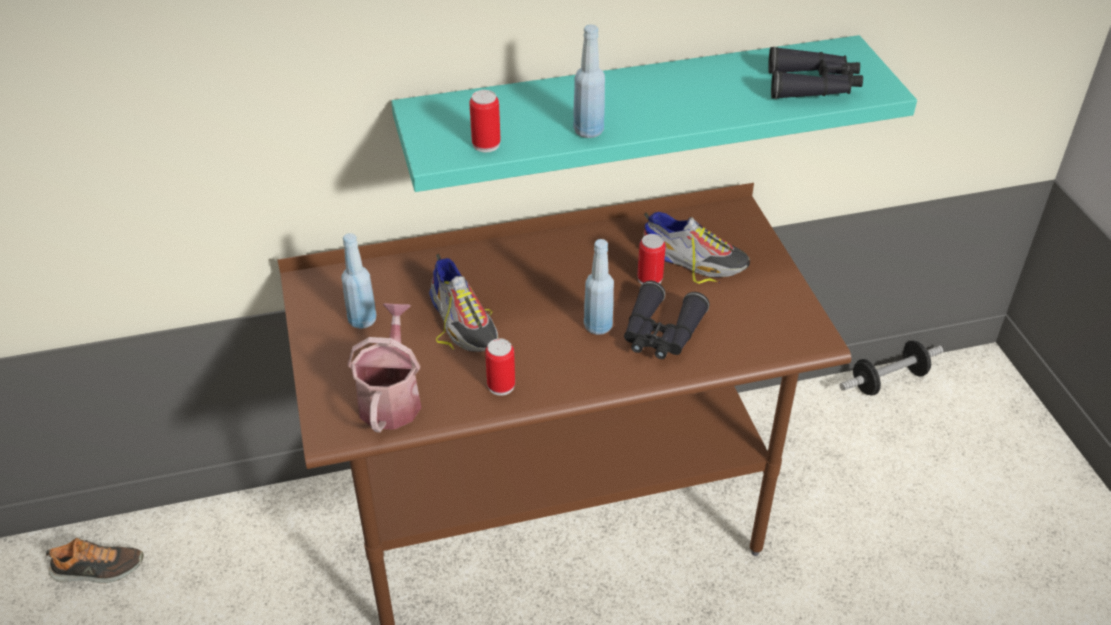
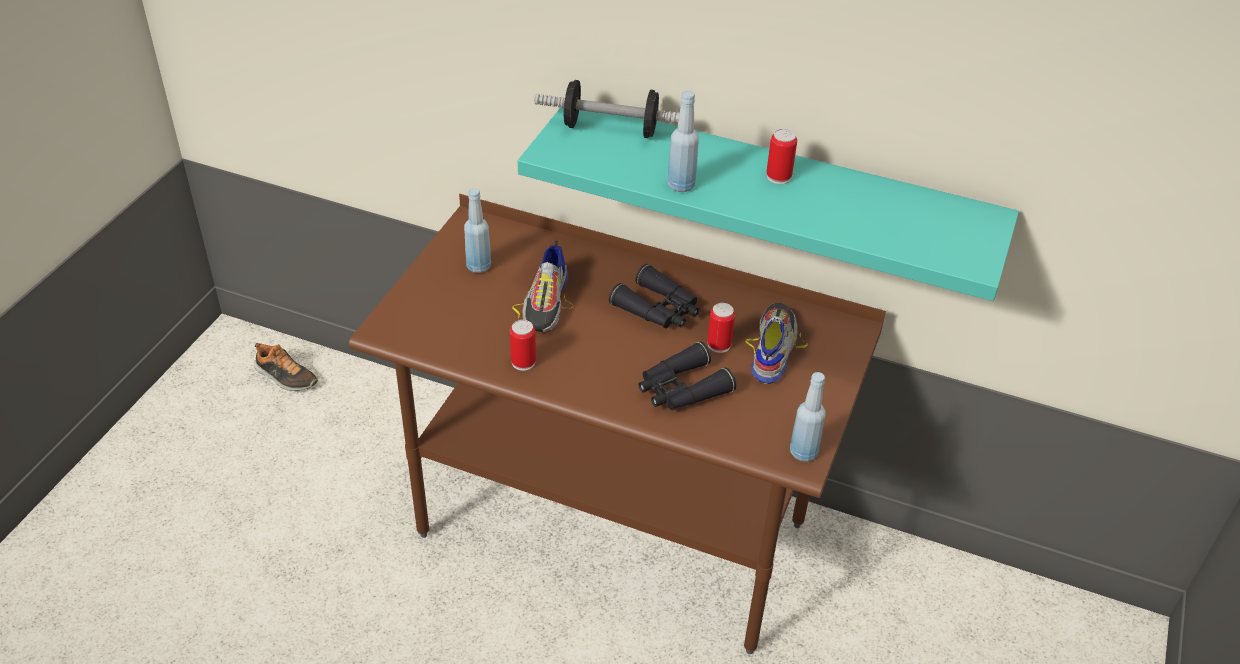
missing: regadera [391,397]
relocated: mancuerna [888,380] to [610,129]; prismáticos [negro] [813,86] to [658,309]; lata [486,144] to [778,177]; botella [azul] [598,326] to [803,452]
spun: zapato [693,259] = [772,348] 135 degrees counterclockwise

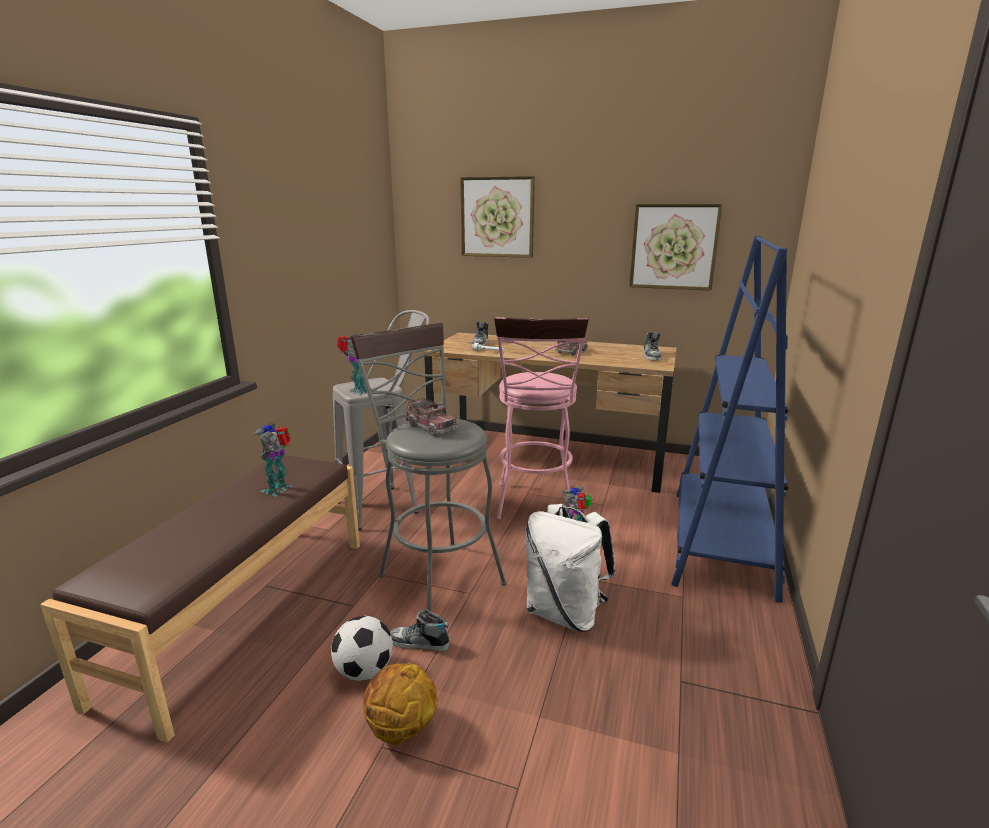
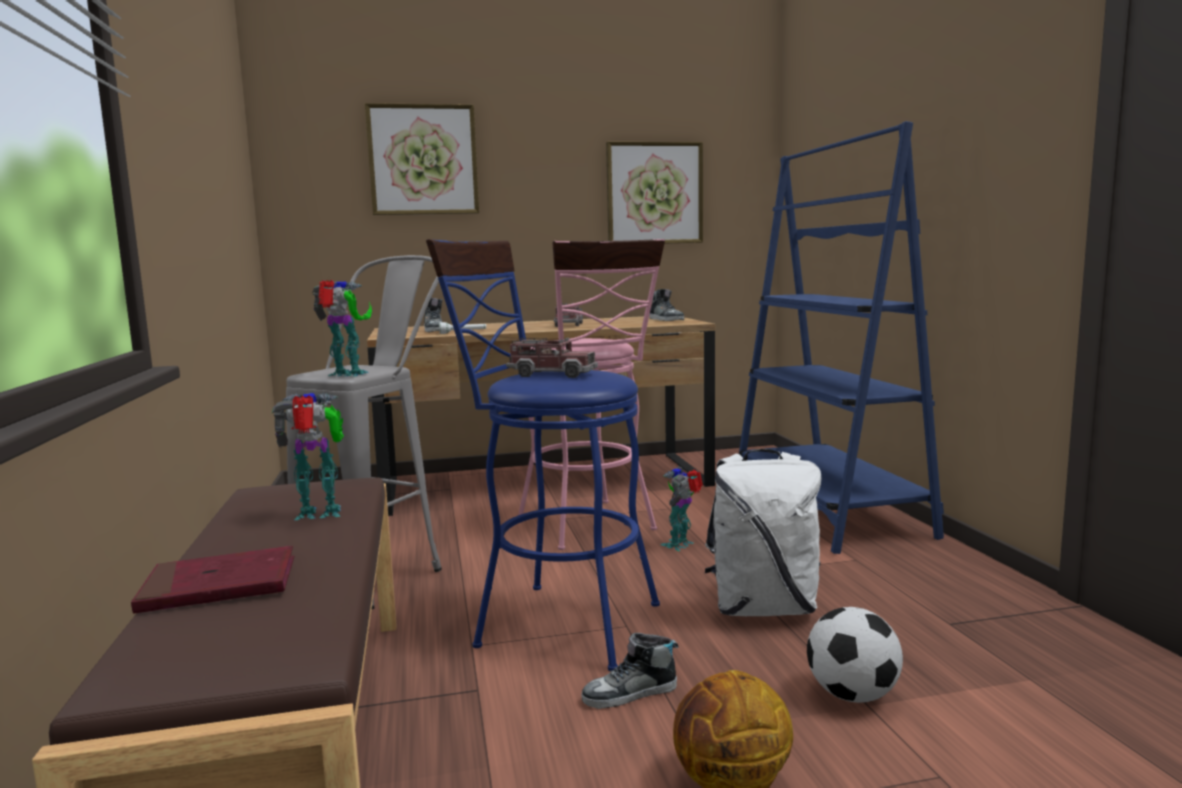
appeared: libro [rojo] [219,587]
relocated: balón de fútbol [364,671] to [853,695]
colour: taburete [gris] [435,574] to taburete [azul] [554,622]
spun: robot de juguete [279,489] = [321,514] 90 degrees clockwise

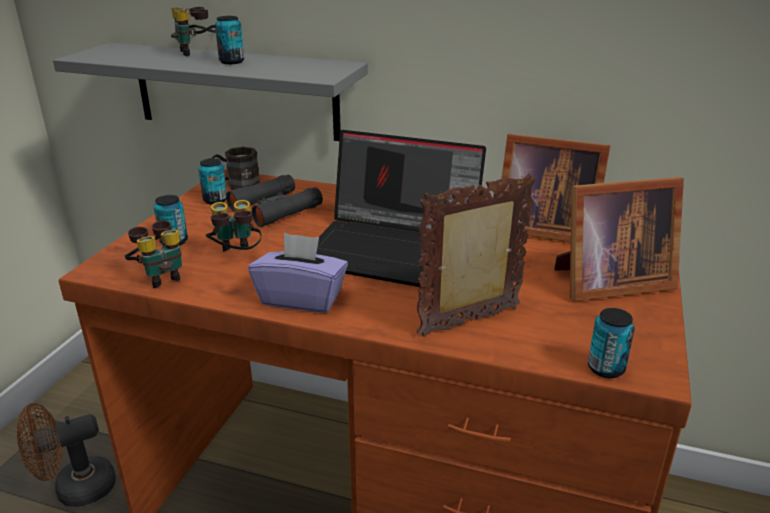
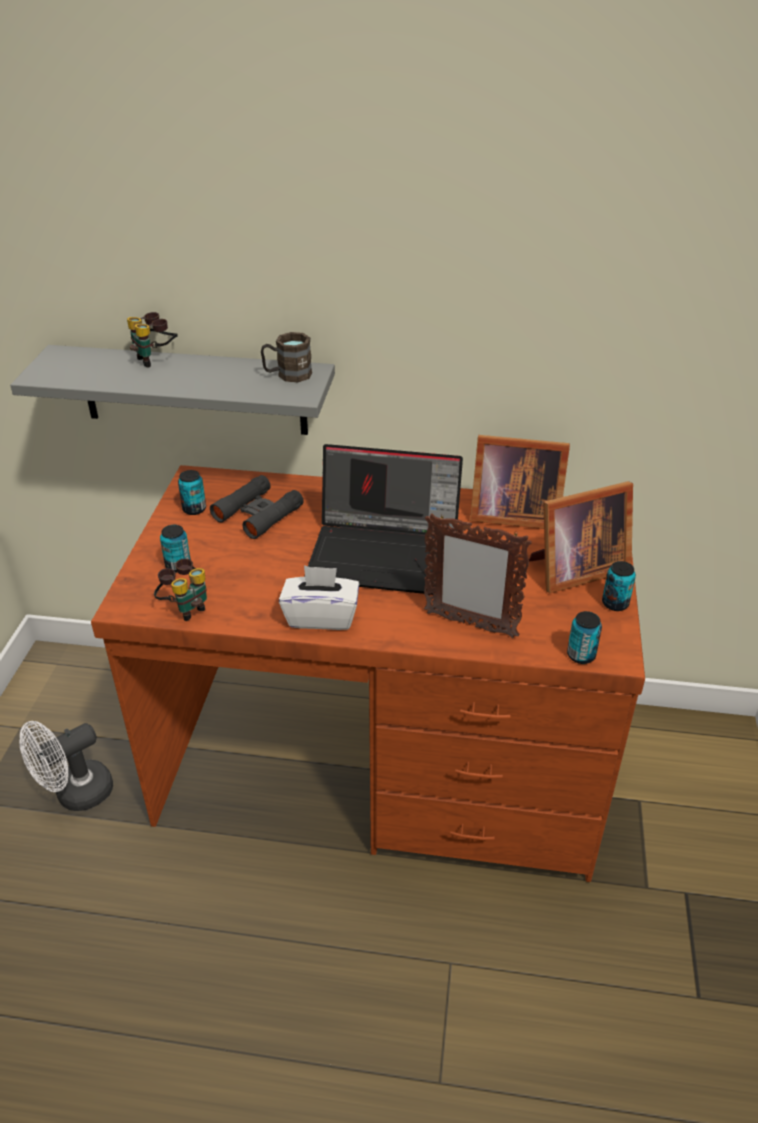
missing: prismáticos [236,256]
relocated: taza grande [marrón] [237,185] to [287,375]; lata [232,62] to [615,603]
colour: ventilador [marrón] [75,489] to ventilador [blanco] [75,794]; caja de pañuelos [morado] [301,298] to caja de pañuelos [blanco] [321,616]
spun: portarretratos [471,322] = [469,624] 120 degrees counterclockwise

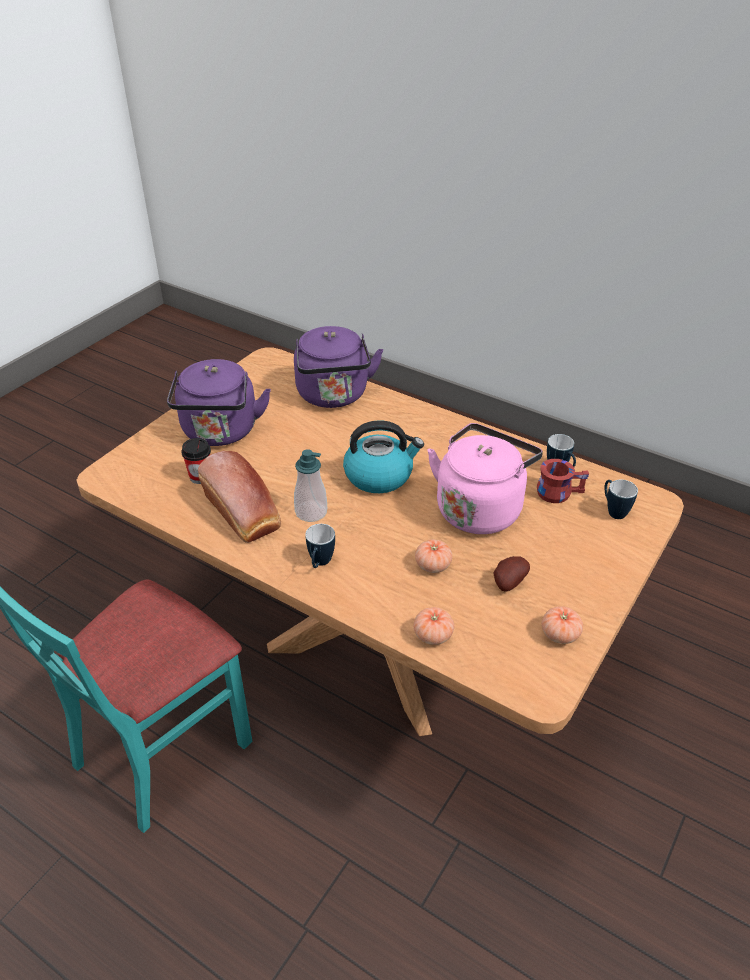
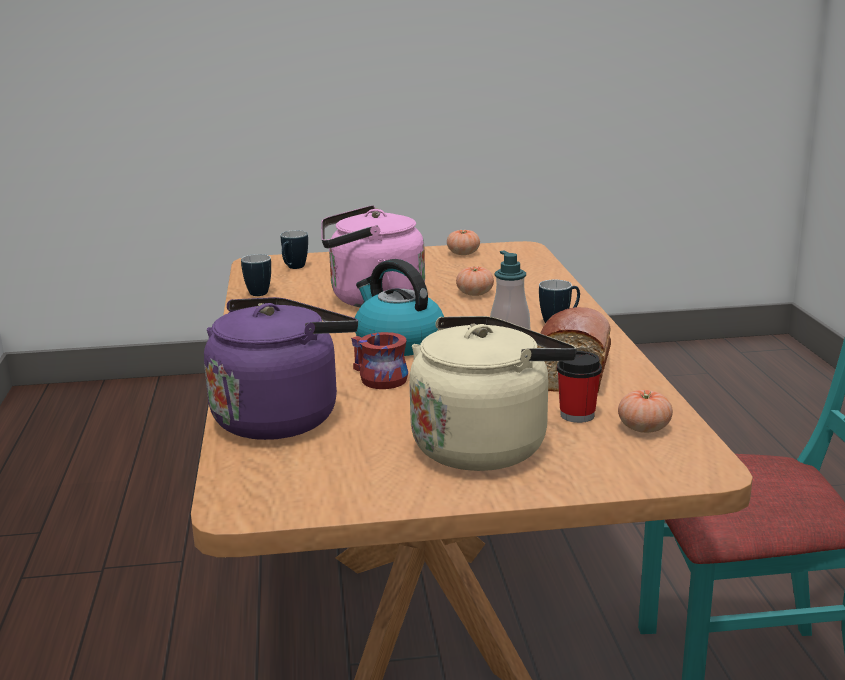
missing: patata [507,582]
relocated: taza grande [rojo] [558,491] to [376,379]; tomate [433,635] to [644,428]
colour: hervidor [morado] [220,433] to hervidor [beis] [484,445]

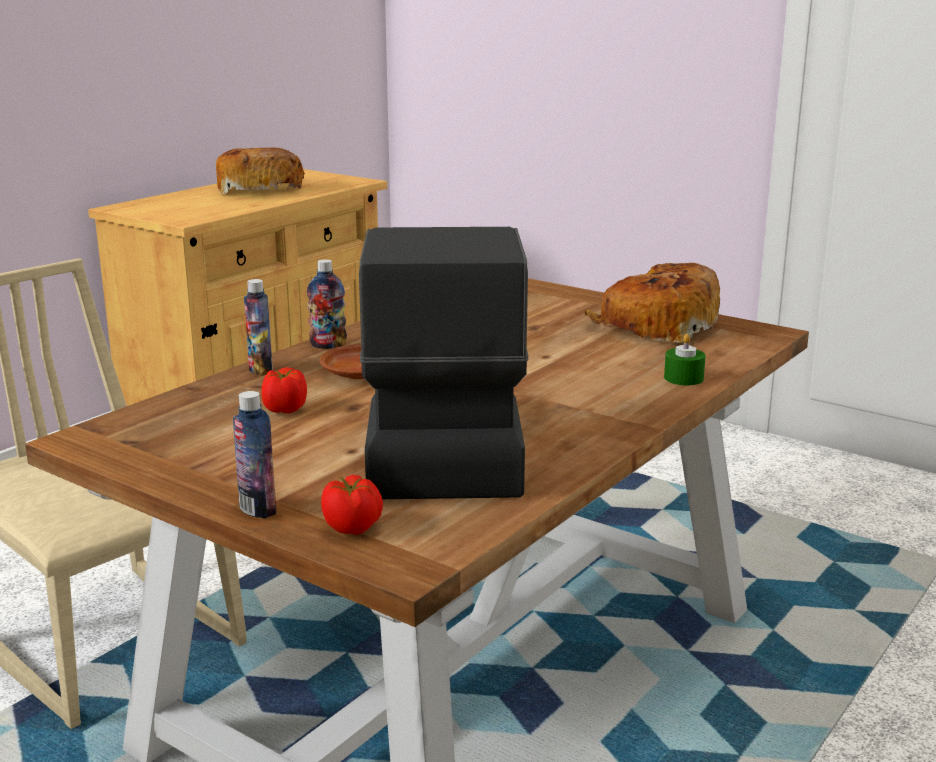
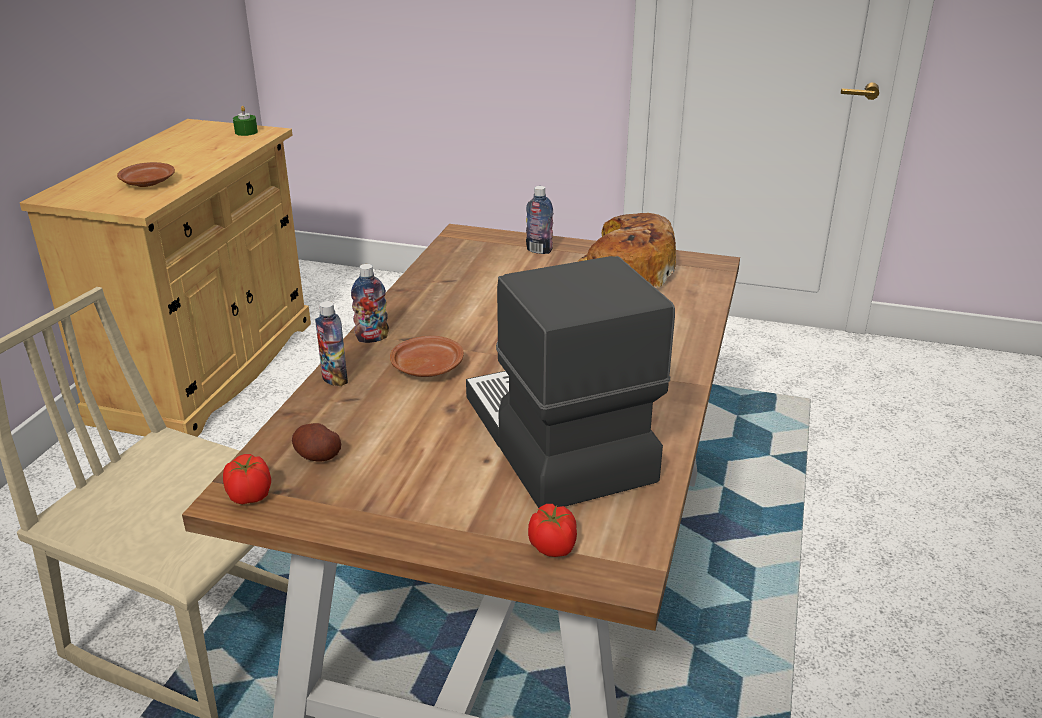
missing: pan [258,189]
appeared: plato [marrón] [147,183]; patata [317,456]
relocated: tomate [284,409] to [249,496]; vela [verde] [683,378] to [246,132]; botella [257,509] to [539,250]

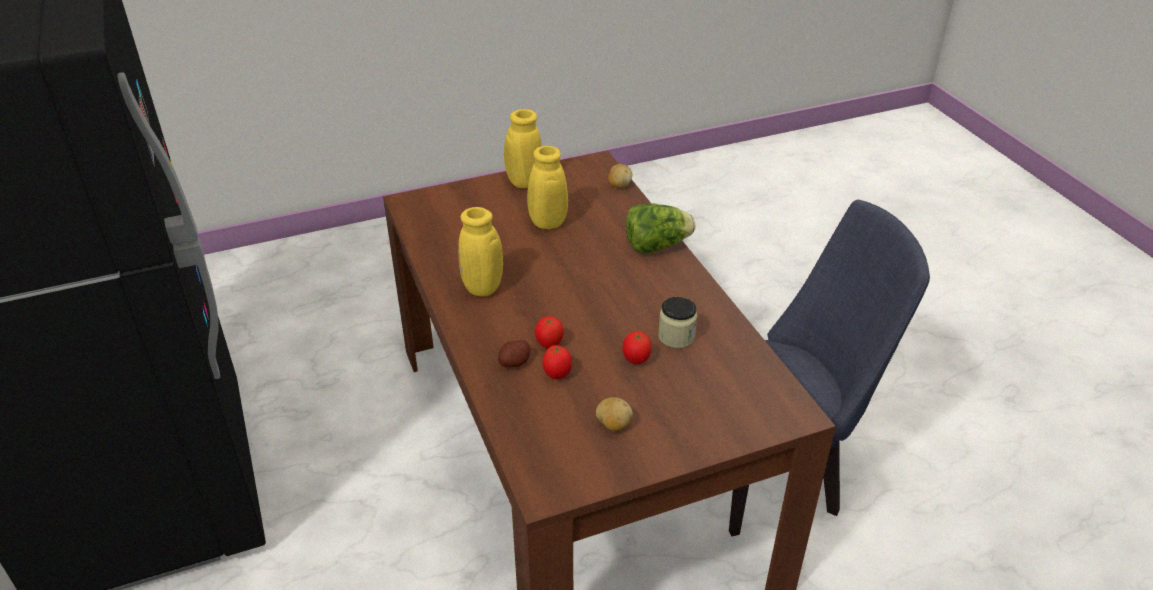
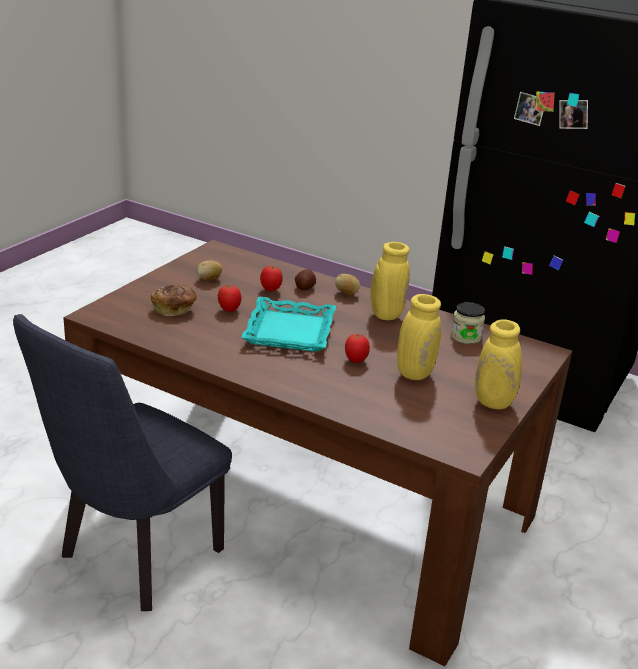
missing: lechuga [656,246]
appeared: pan [174,309]; bandeja [turquesa] [290,331]
relocated: patata [619,185] to [346,293]; tomate [549,345] to [355,360]; tarro [676,336] to [465,337]

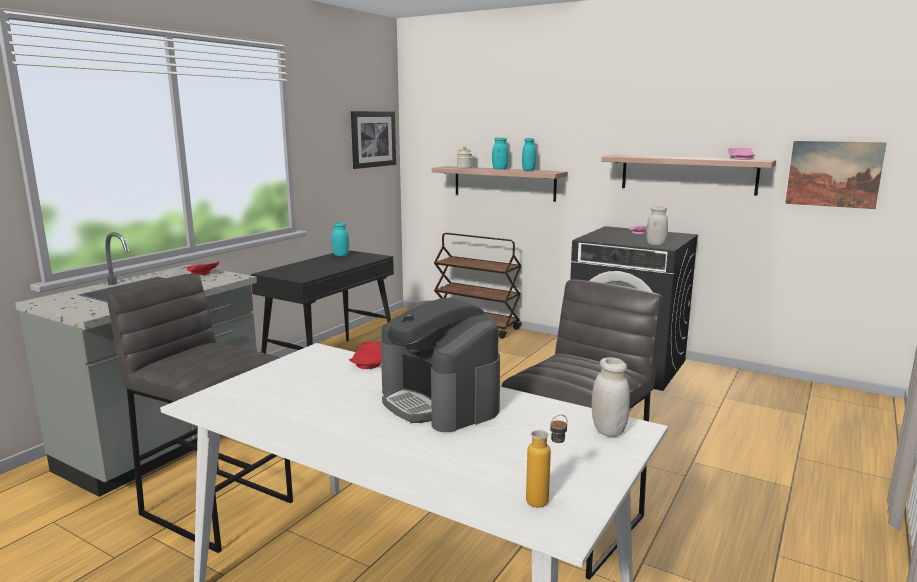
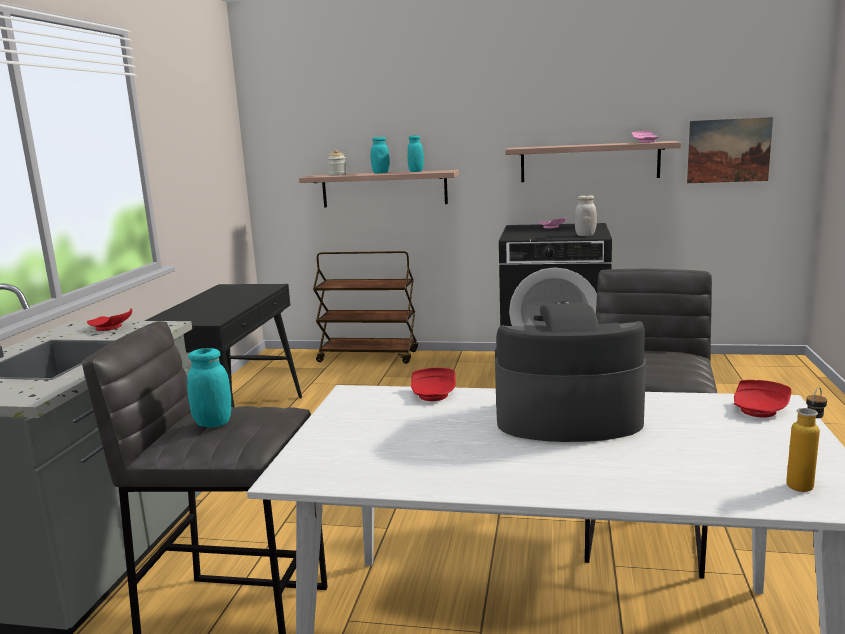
missing: cuadro [373,139]
relocated: tarro [turquesa] [341,255] to [213,423]
exchanged: tarro [blanco] [608,430] to plato [rojo] [760,409]
spun: cafetera [440,401] = [566,417] 150 degrees clockwise

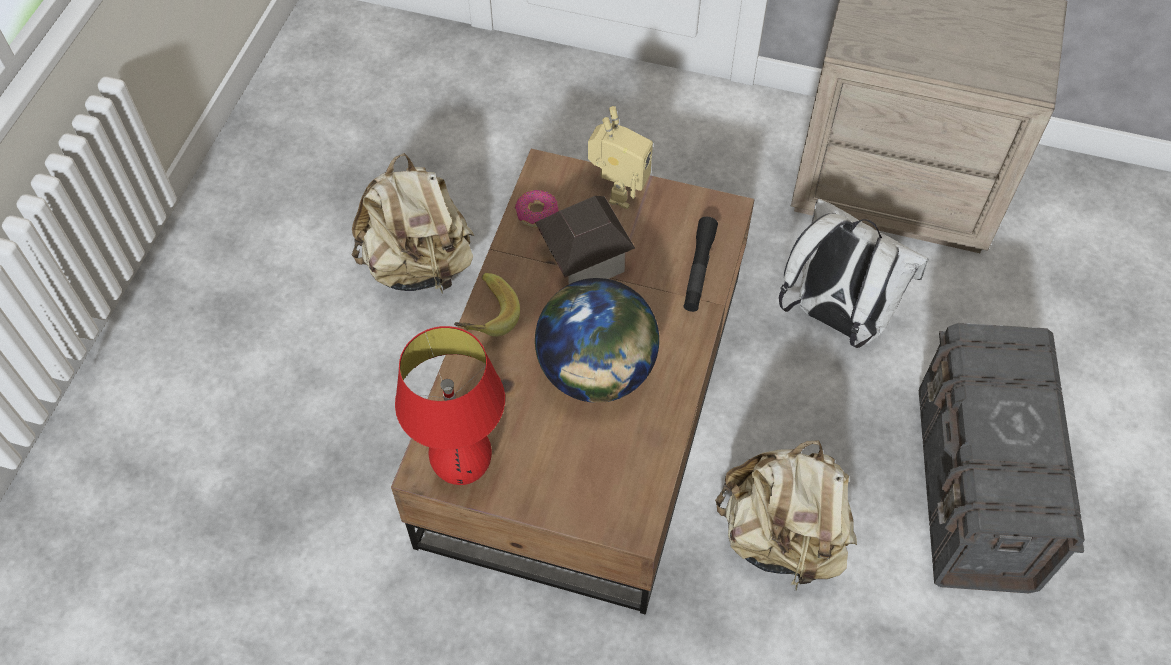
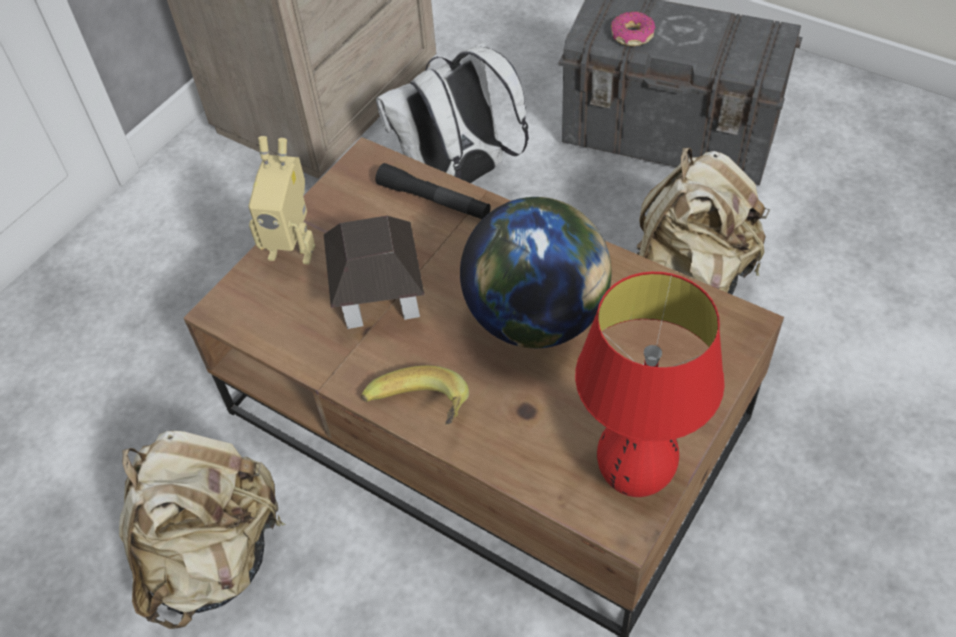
relocated: rosquilla [536,213] to [631,36]
spun: robot de juguete [618,191] = [294,246] 150 degrees clockwise

